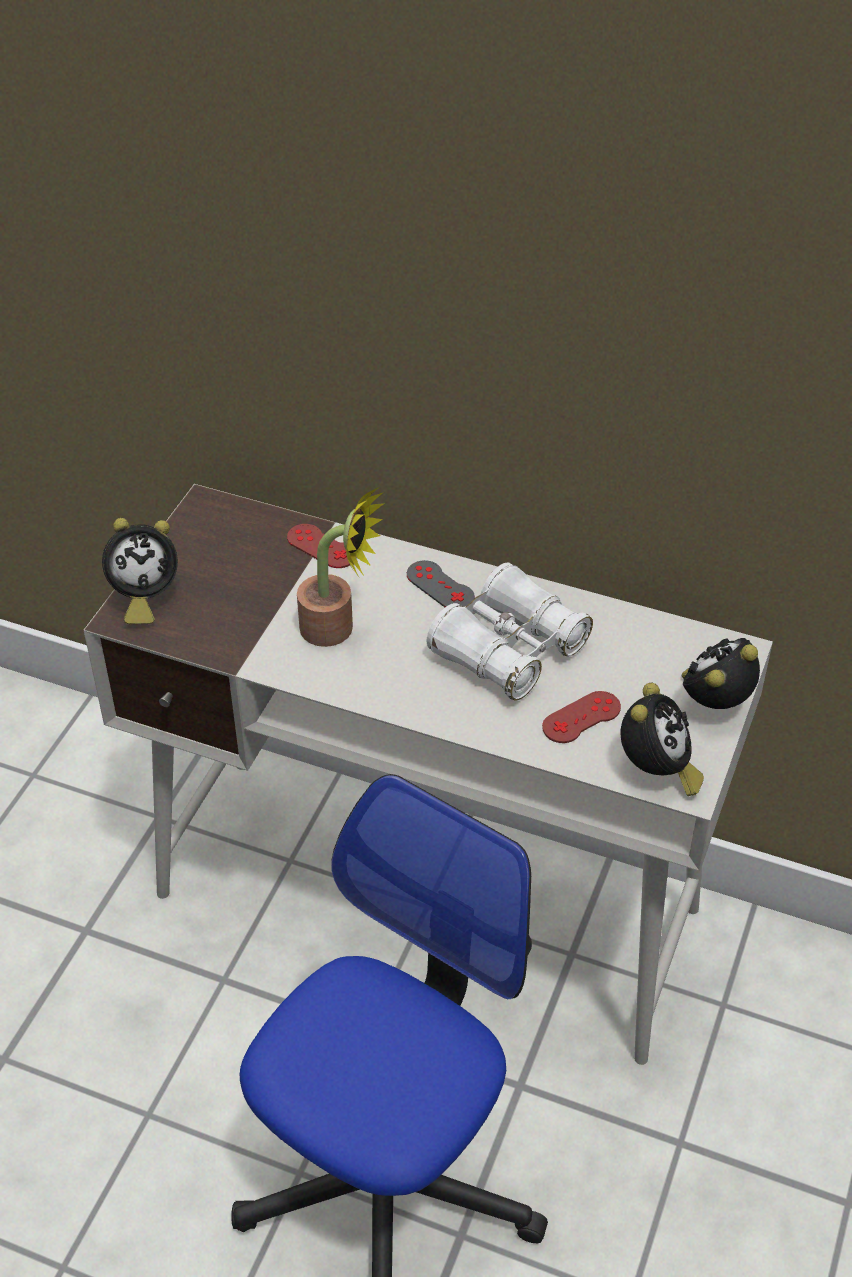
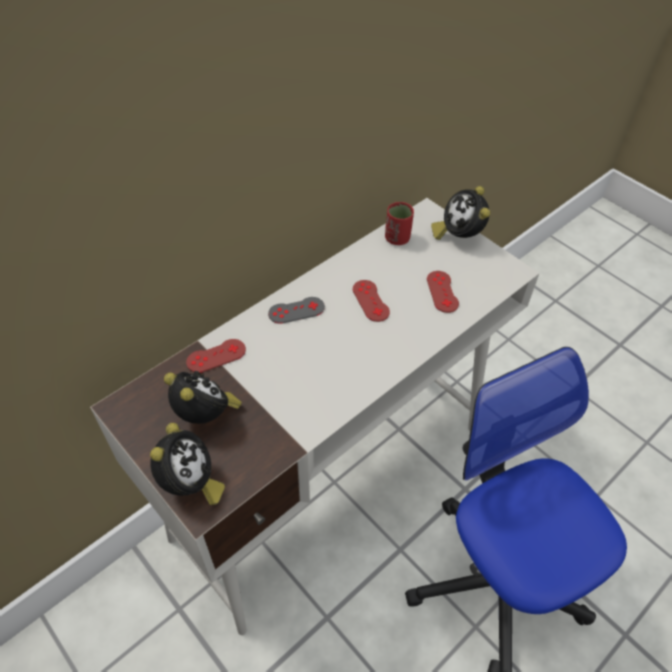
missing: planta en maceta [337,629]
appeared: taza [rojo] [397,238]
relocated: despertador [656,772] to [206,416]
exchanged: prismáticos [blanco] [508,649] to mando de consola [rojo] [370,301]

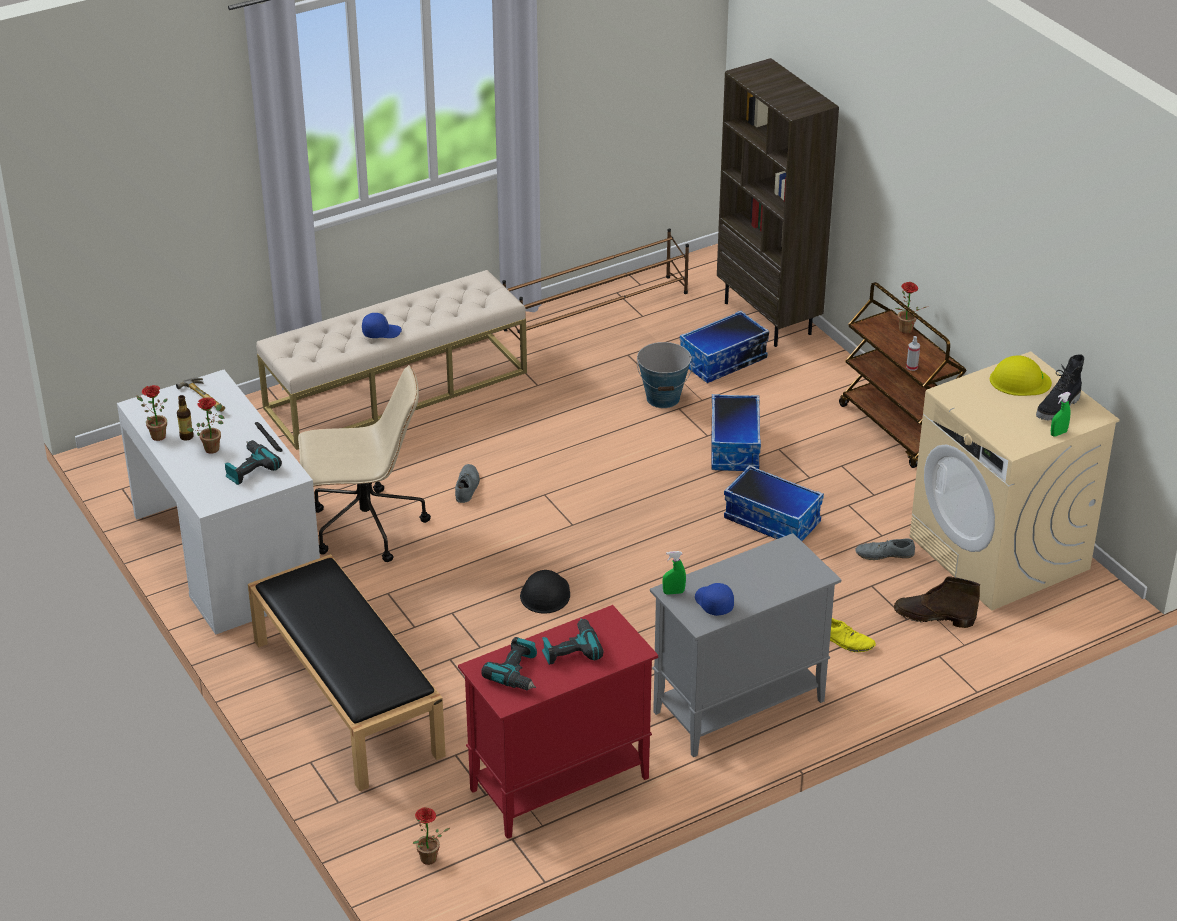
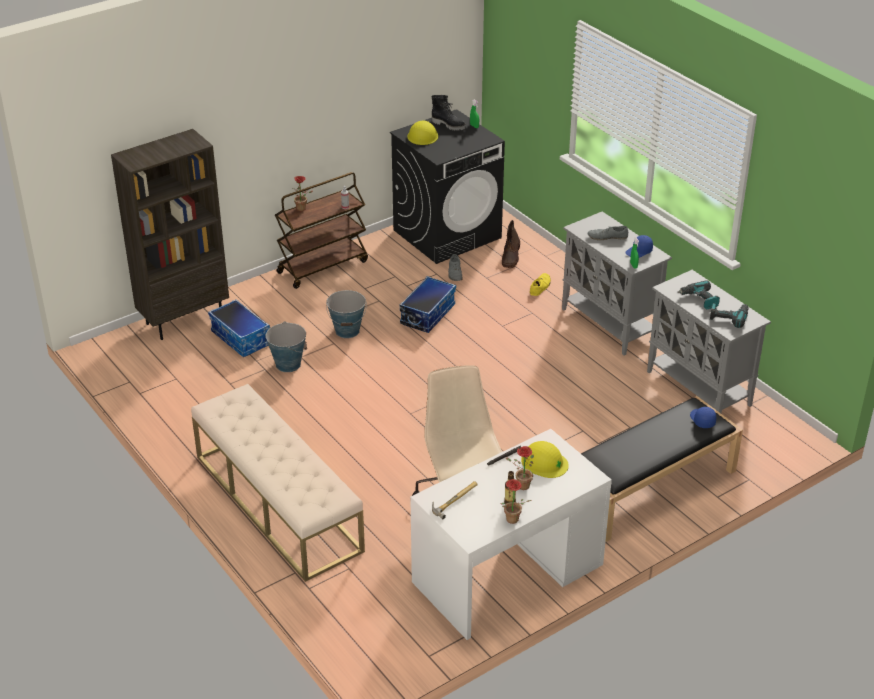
missing: planta en maceta [428,861]; zapatero [marrón] [597,311]; casco [negro] [545,594]
relocated: zapato [gris] [466,487] to [607,237]; gorra [azul] [381,332] to [702,420]
exchanged: caja de almacenaje [735,447] to cubo [347,331]; taladro [249,468] to casco [amarillo] [544,462]
colour: lavadora [beis] [1000,553] to lavadora [negro] [447,234]; armario [rojo] [558,785] to armario [gris] [699,389]

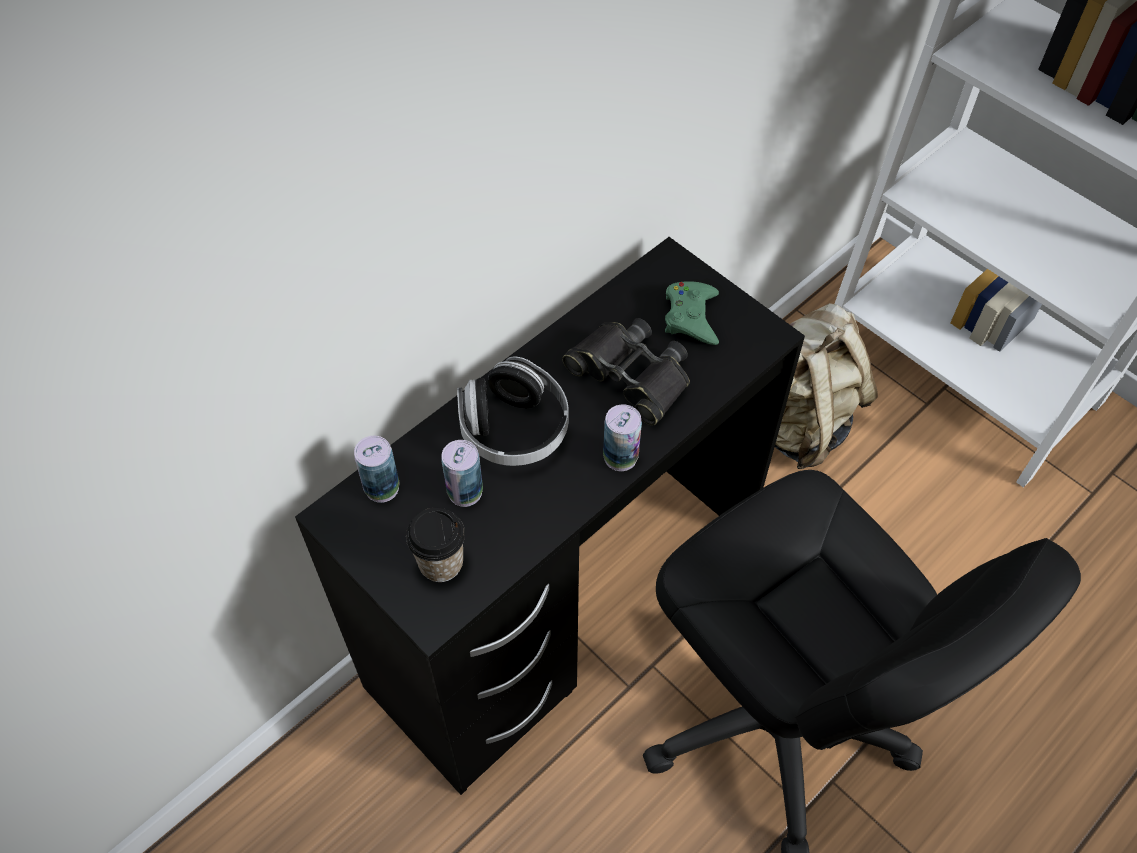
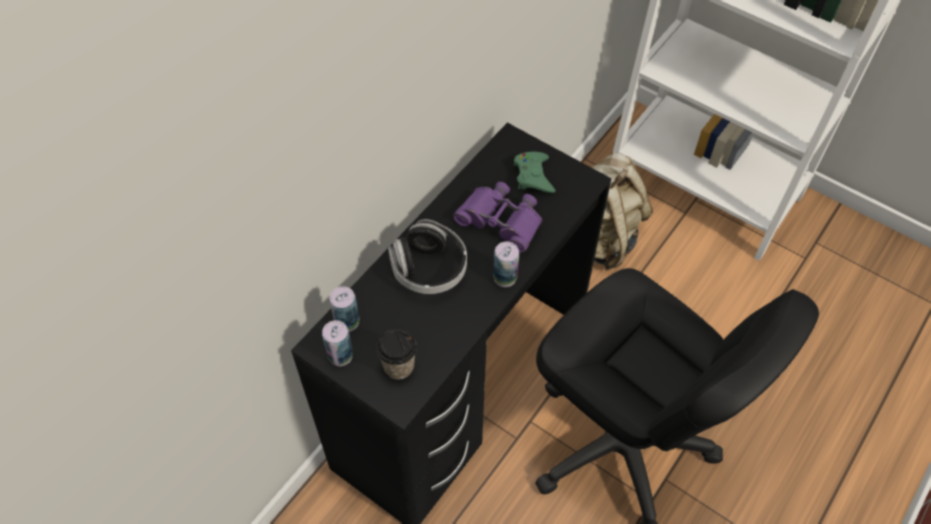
relocated: lata [465,492] to [340,355]
colour: prismáticos [negro] [631,375] to prismáticos [morado] [500,221]

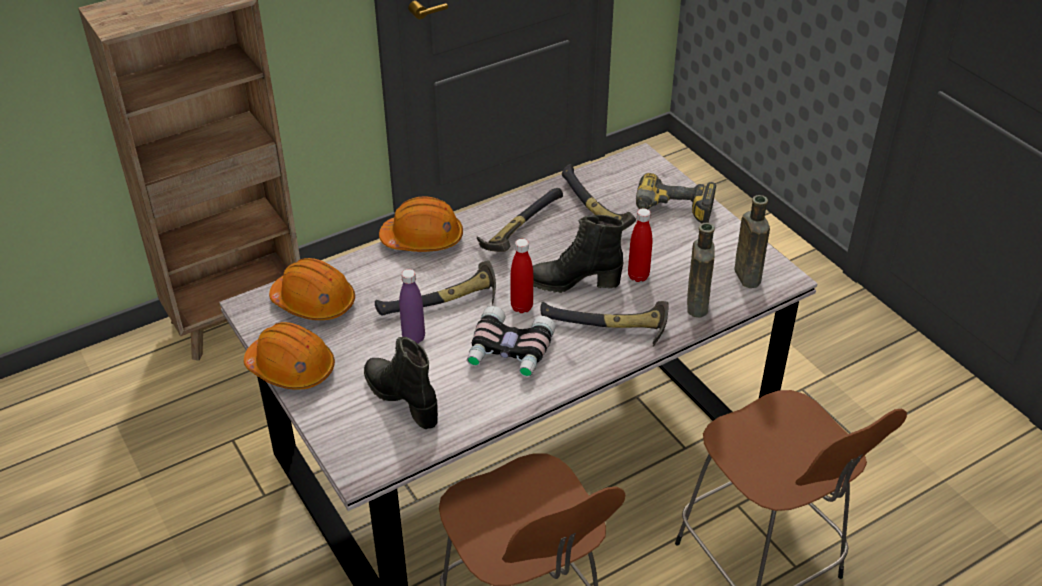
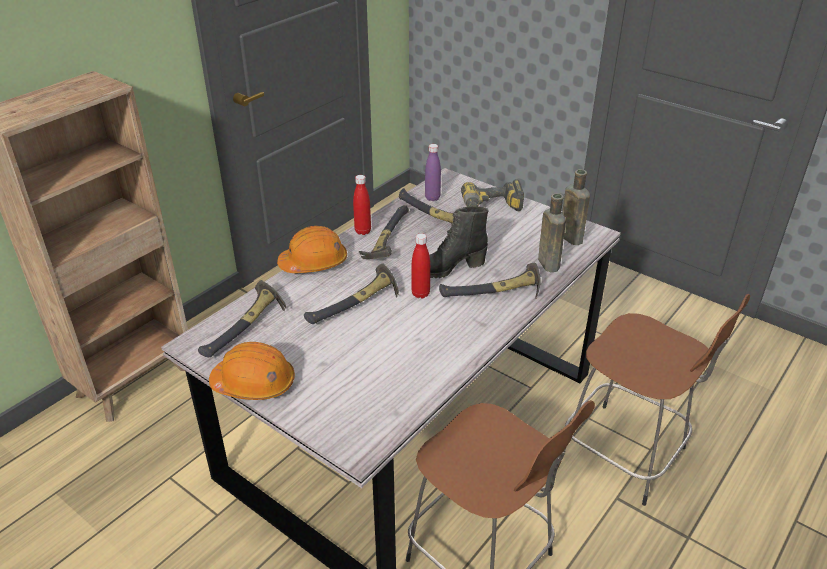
missing: bota [negro] [402,398]; prismáticos [509,352]
relocated: botella [rojo] [638,276] to [362,231]; botella [morado] [413,338] to [432,198]
exchanged: casco [naranja] [314,302] to martillo [247,328]

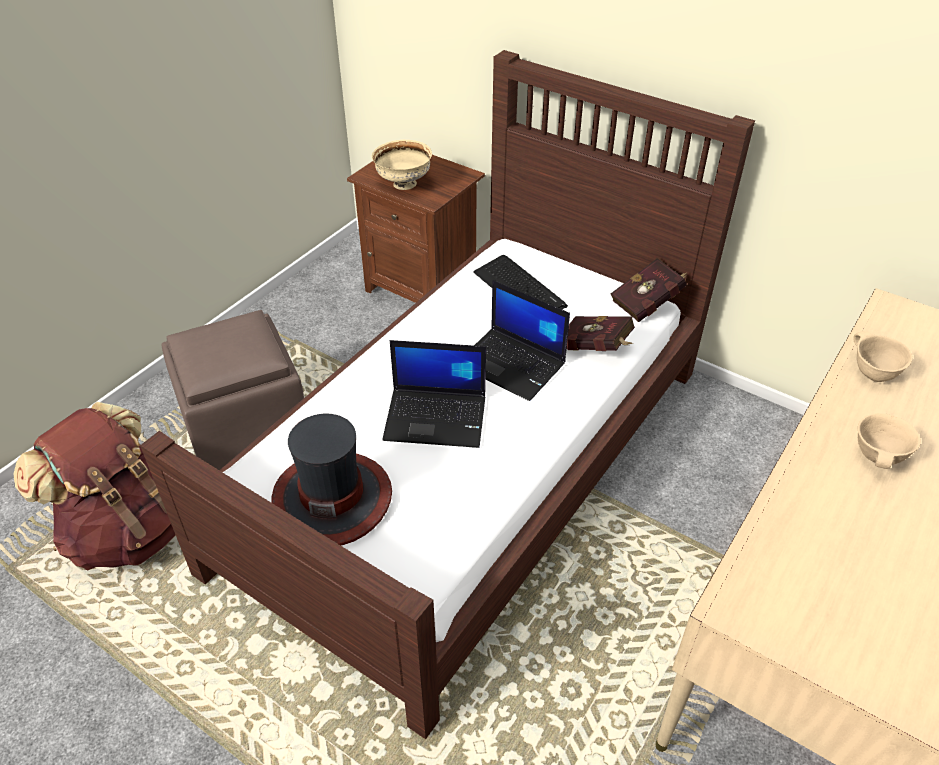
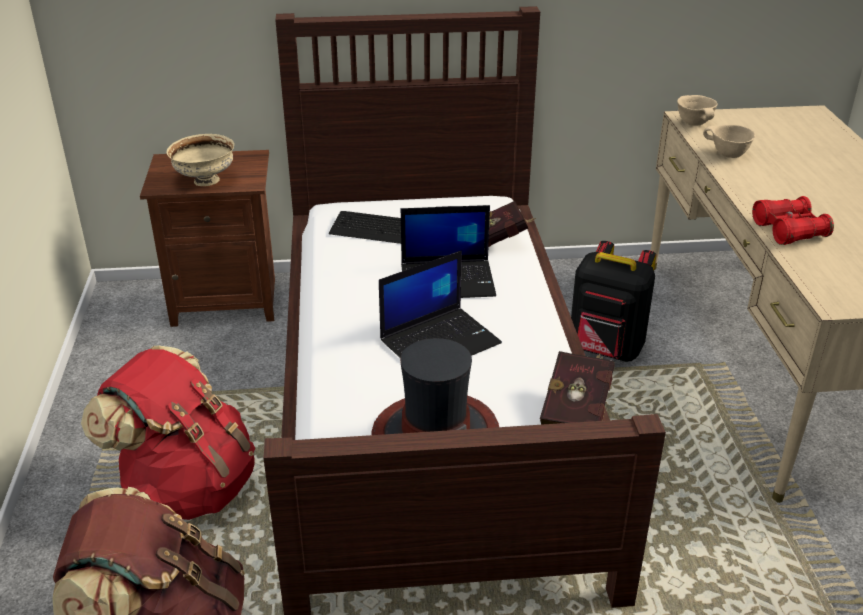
appeared: mochila [negro] [605,350]; prismáticos [rojo] [789,230]
relocated: libro [rojo] [648,303] to [577,408]; cuenco [beis] [879,457] to [695,123]
exchanged: puf [marrón] [247,427] to mochila [rojo] [187,488]

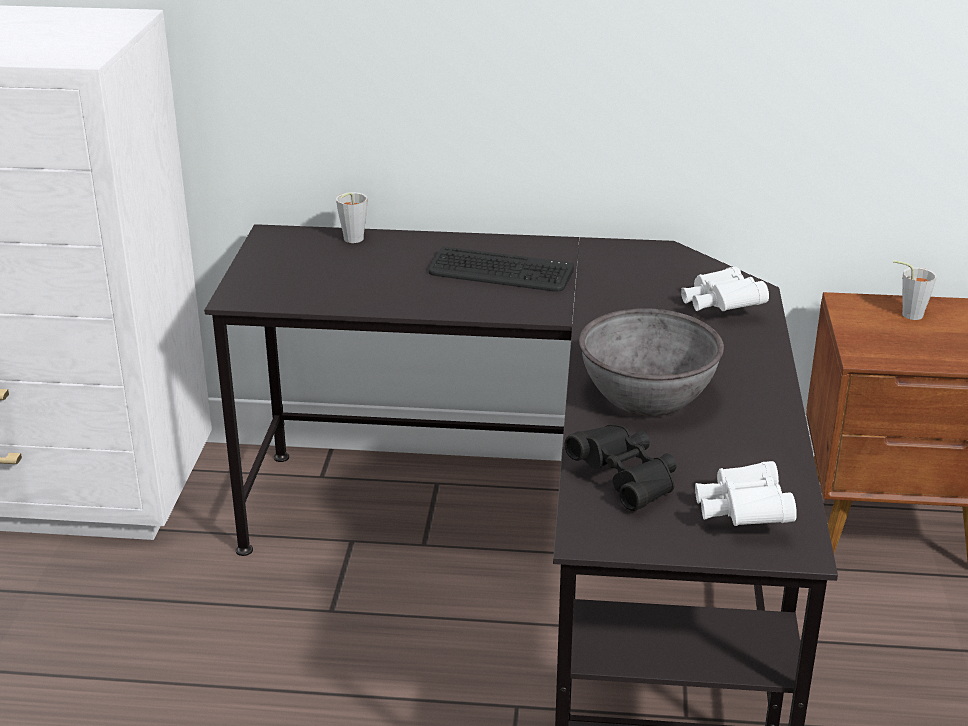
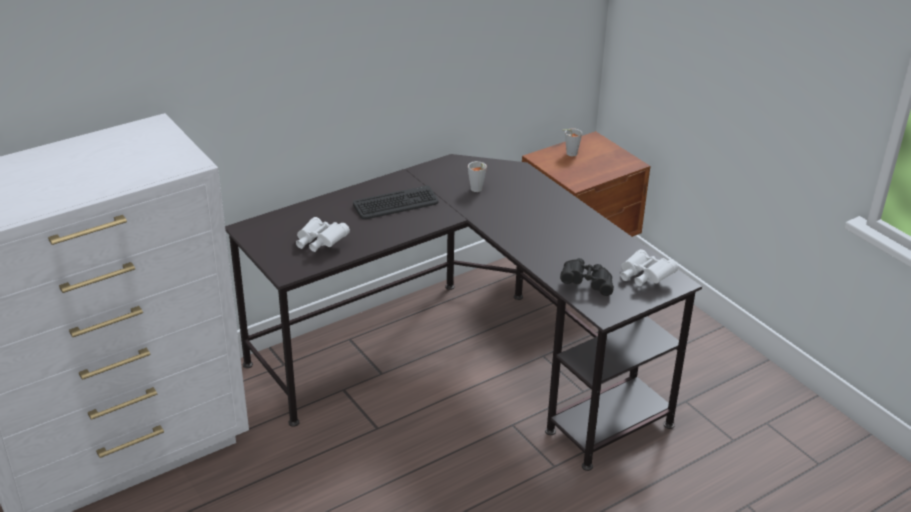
missing: cuenco [gris] [647,397]
relocated: prismáticos [blanco] [720,307] to [320,243]; taza [gris] [351,240] to [477,190]

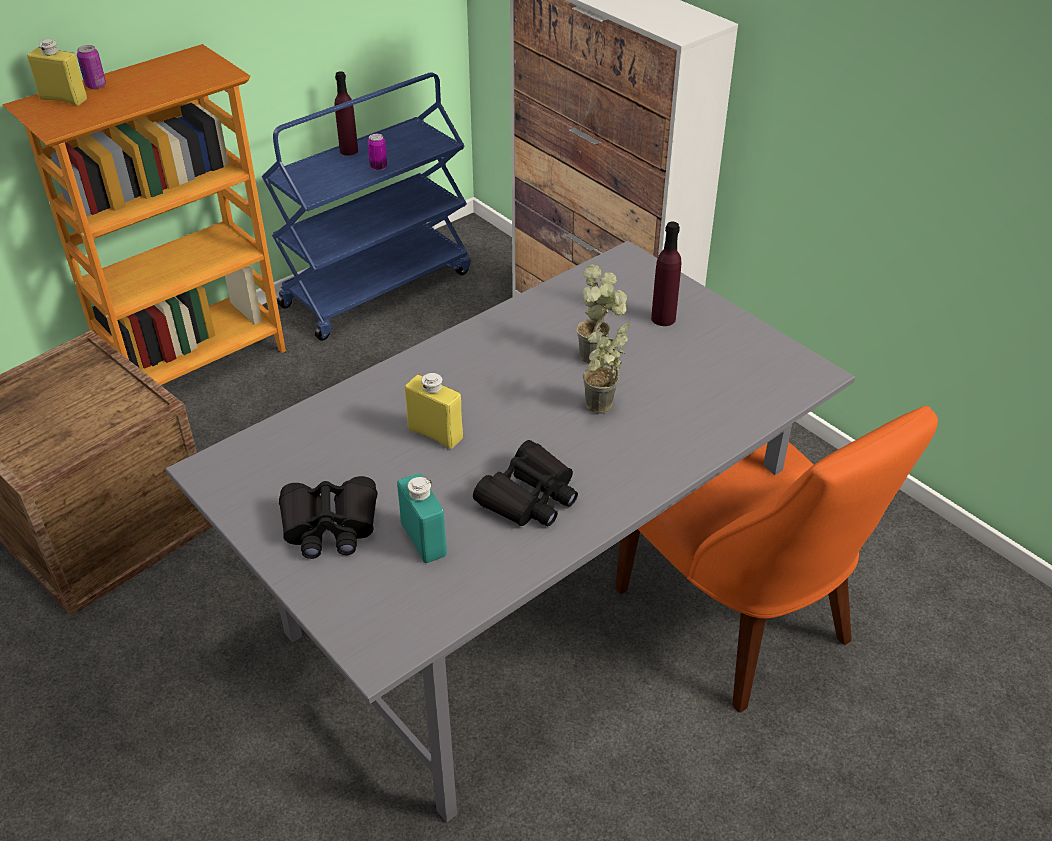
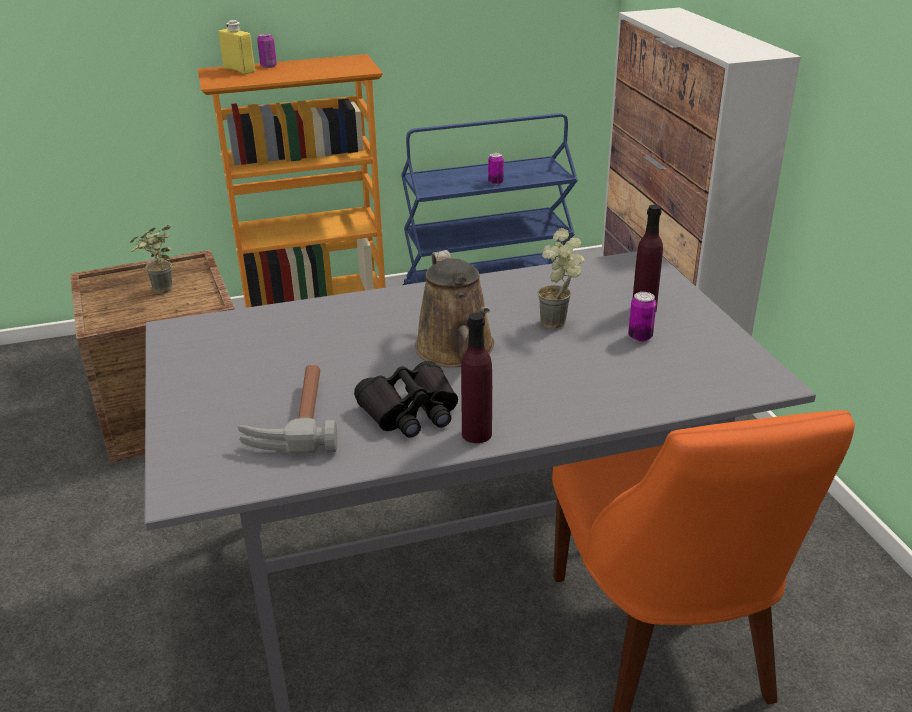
missing: prismáticos [negro] [330,526]; botella [amarillo] [435,433]
appeared: regadera [marrón] [457,351]; lata [640,337]
relocated: planta en maceta [601,411] to [160,292]; botella [morado] [349,151] to [476,434]
exchanged: botella [turquesa] [423,540] to martillo [293,419]

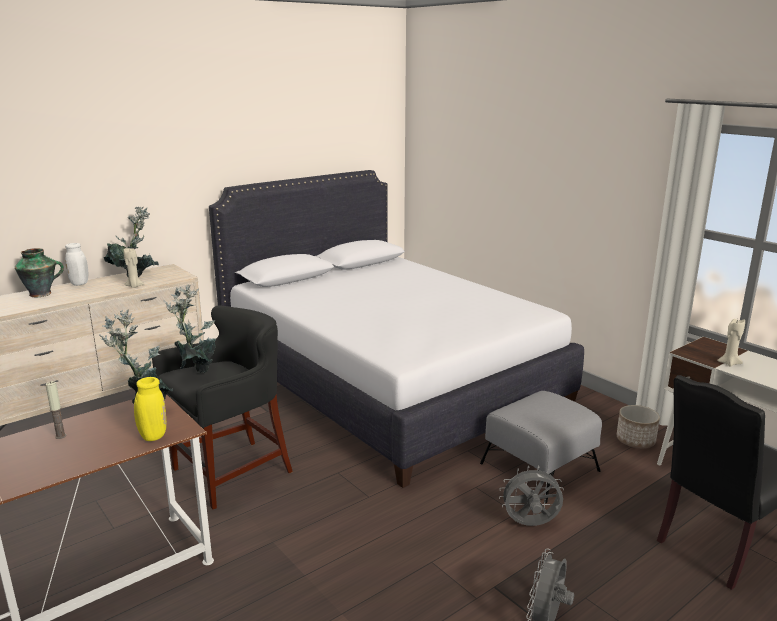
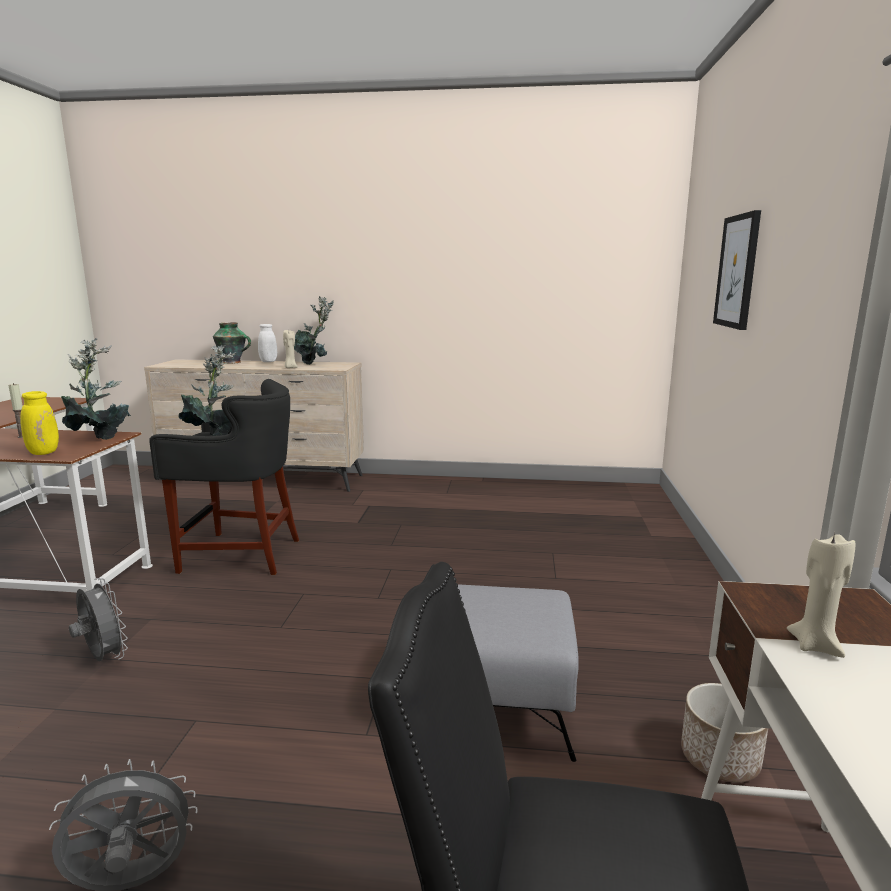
missing: cama [blanco] [388,382]
appeared: cuadro [737,271]
relocated: ventilador [gris] [530,525] to [103,658]

